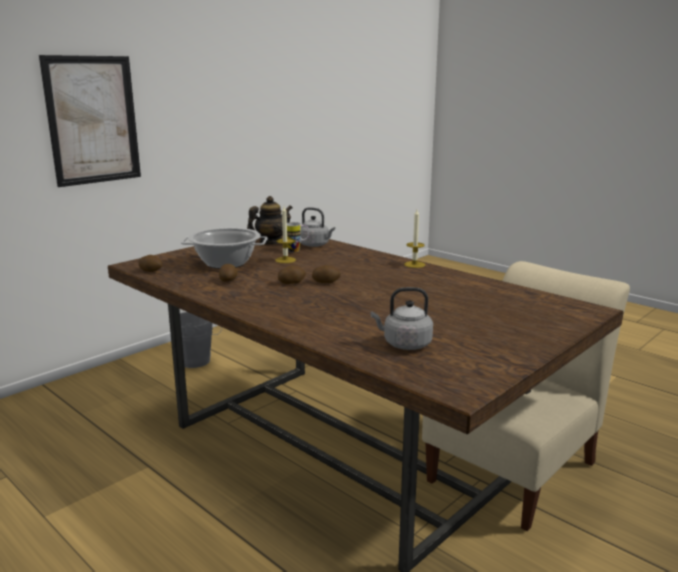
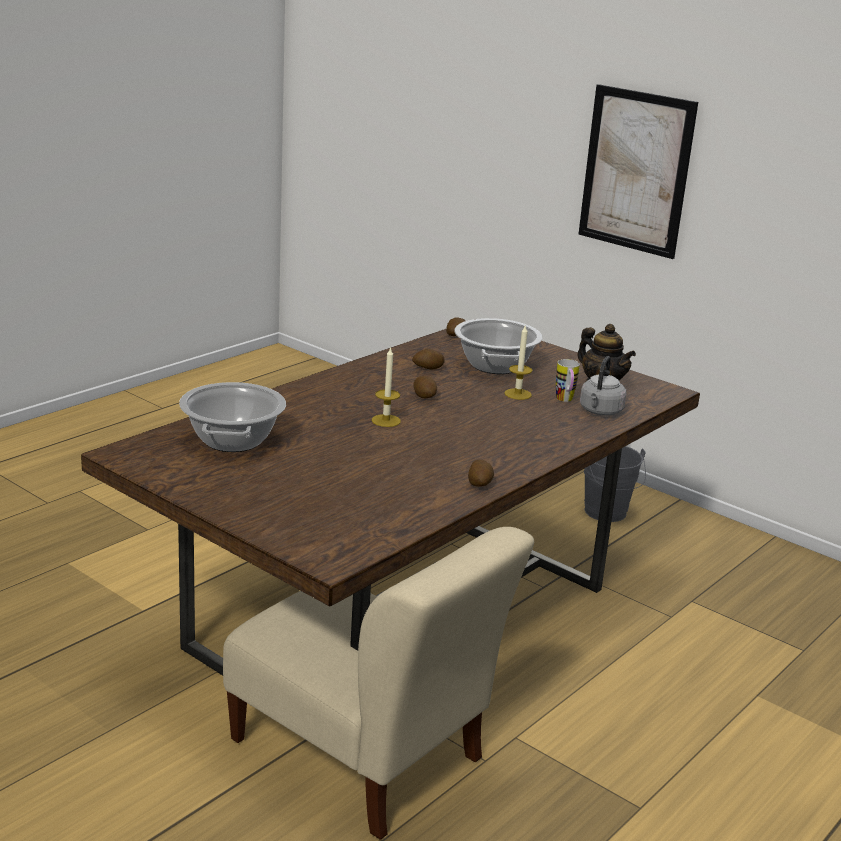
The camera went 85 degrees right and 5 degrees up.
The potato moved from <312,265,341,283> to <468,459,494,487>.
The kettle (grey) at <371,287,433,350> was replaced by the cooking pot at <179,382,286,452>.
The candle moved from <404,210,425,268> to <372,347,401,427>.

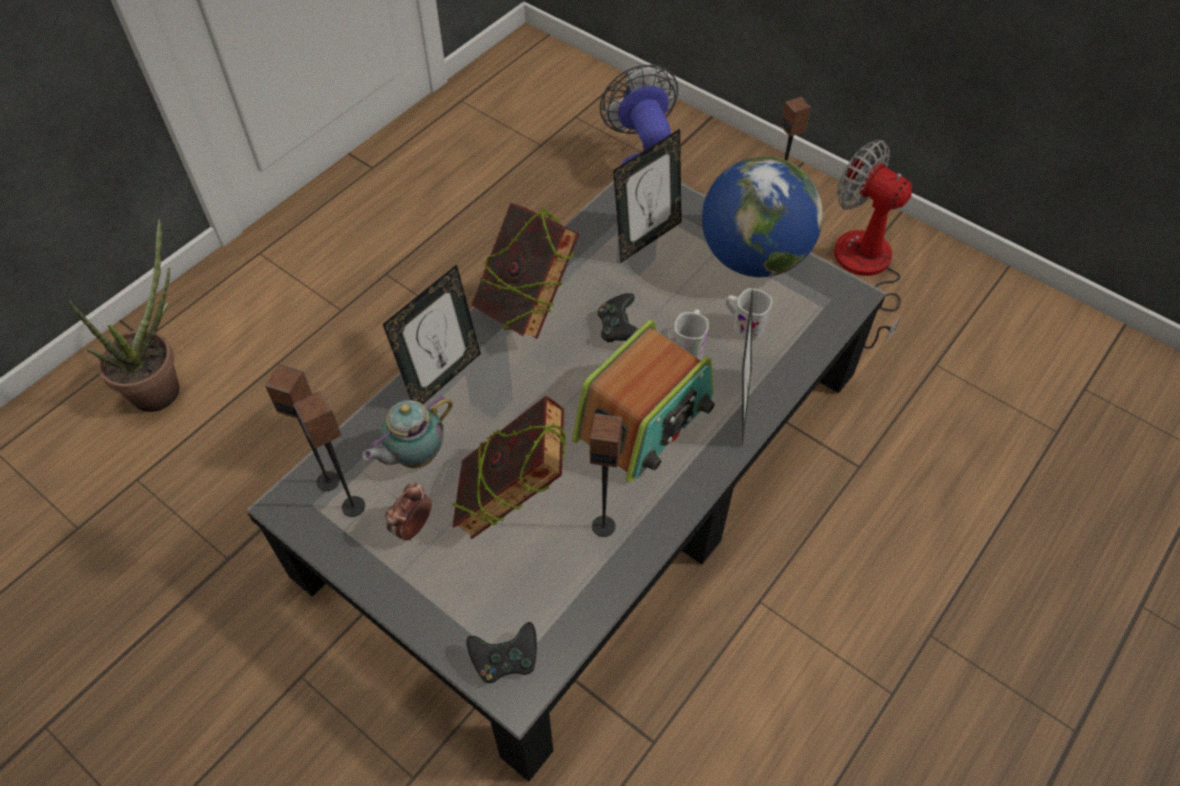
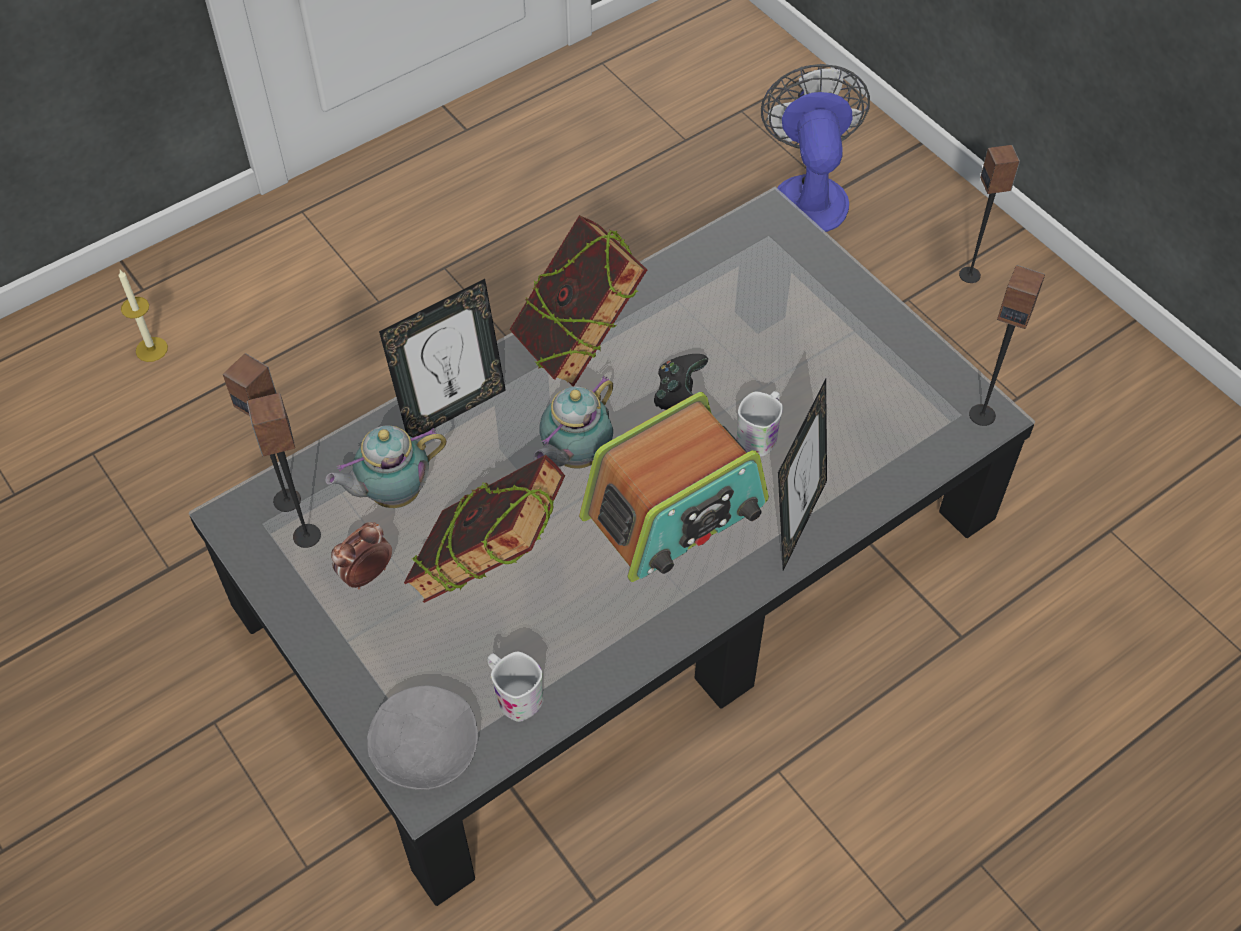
The camera went 15 degrees right and 0 degrees up.
The potted plant at <69,219,180,412> was replaced by the candle at <119,270,168,362>.
The game controller (black) at <466,622,537,683> was replaced by the bowl (grey) at <367,685,478,790>.
The speaker moved from <590,414,622,537> to <969,265,1045,426>.
The picture frame at <613,129,682,263> disappeared.
The globe at <702,156,823,277> disappeared.
The mug (white) moved from <726,288,772,339> to <487,652,544,722>.
The fan at <834,140,912,349> disappeared.
The teapot at <533,376,613,469> appeared.

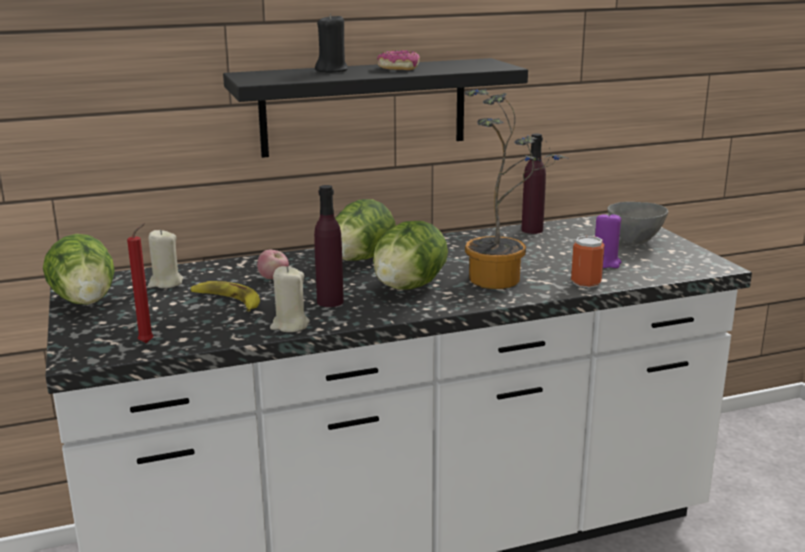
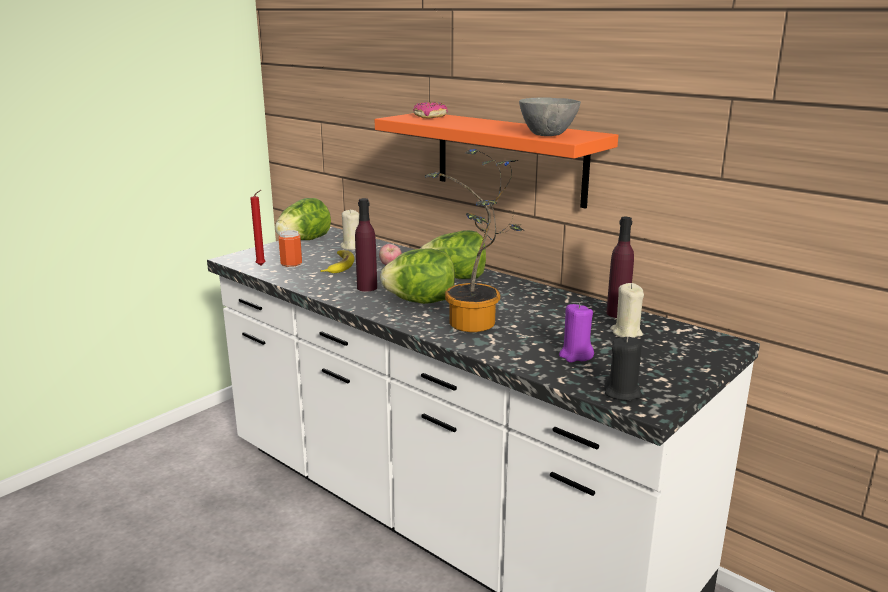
The camera went 60 degrees right and 0 degrees up.
The shelf (black) at <223,58,528,158> became the shelf (orange) at <374,113,618,209>.
The candle (beige) moved from <270,266,310,332> to <610,283,644,338>.
The candle (black) moved from <315,13,348,72> to <604,336,642,401>.
The donut moved from <377,50,420,70> to <413,102,448,119>.
The can moved from <571,236,604,288> to <279,230,302,268>.
The bowl (grey) moved from <608,202,668,244> to <519,97,581,136>.

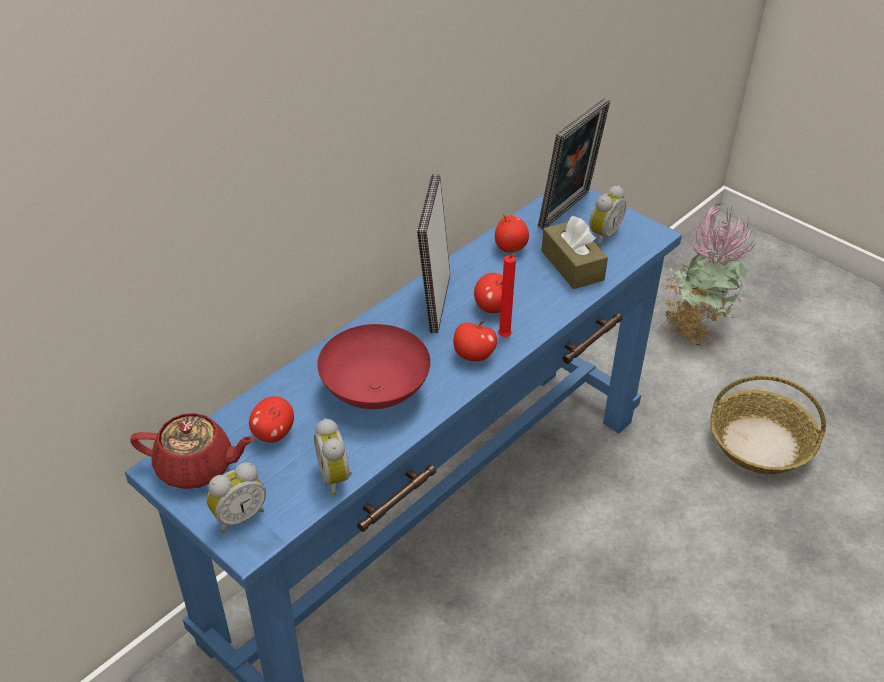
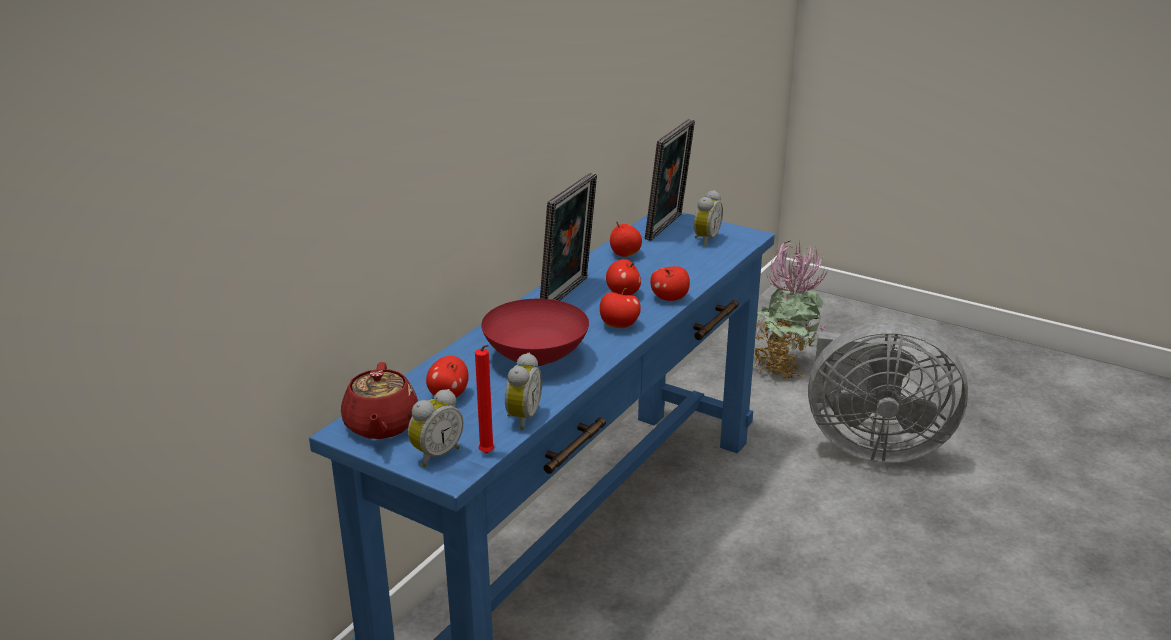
The camera went 10 degrees left and 15 degrees down.
The teapot (red) at <130,413,256,489> turned 90 degrees clockwise.
The alarm clock at <314,418,352,496> turned 135 degrees counterclockwise.
The picture frame at <417,174,450,333> turned 150 degrees counterclockwise.
The candle (red) moved from <498,254,517,337> to <475,345,495,453>.
The tissue box (brown) at <541,216,608,289> disappeared.
The basket at <710,375,826,474> was replaced by the fan (grey) at <808,321,968,463>.
The apple at <650,266,690,301> appeared.

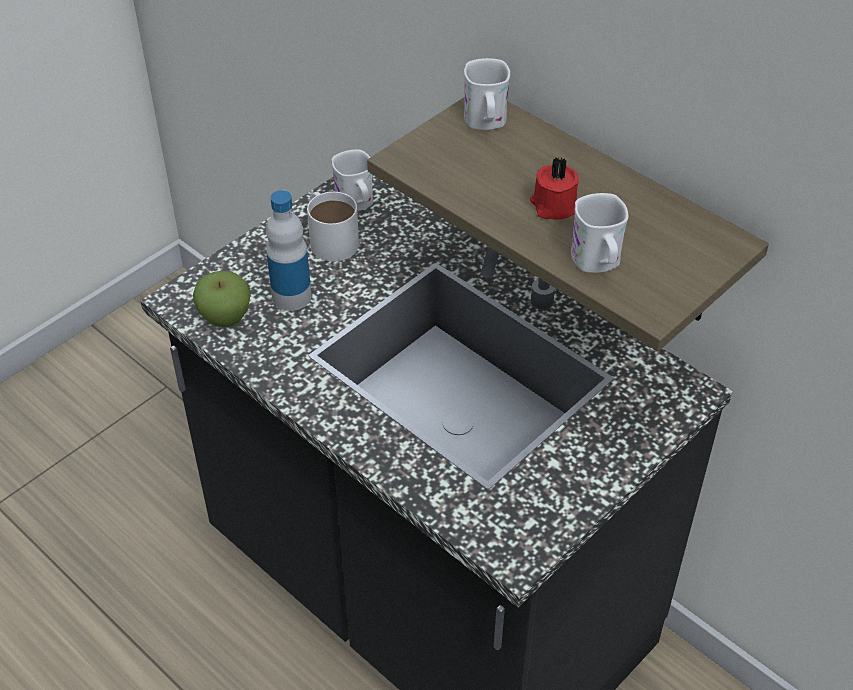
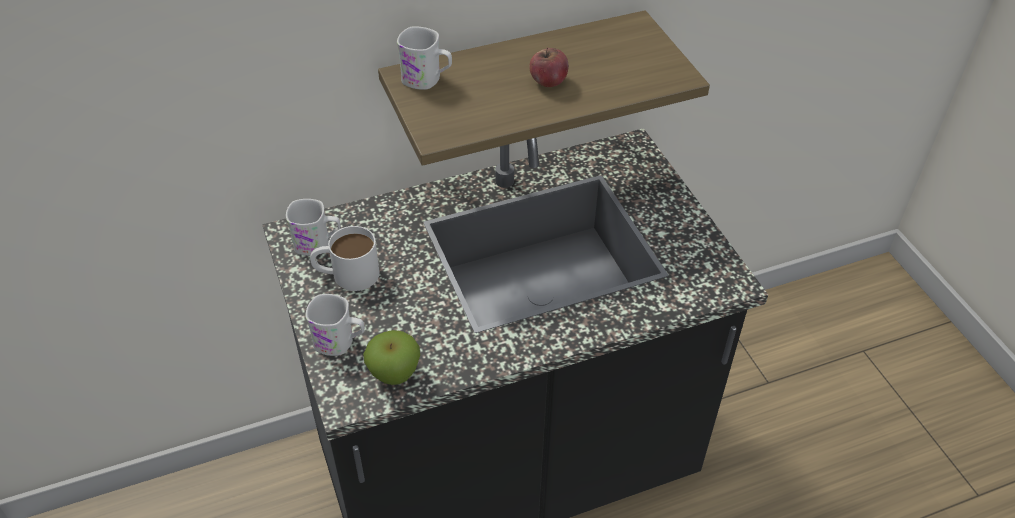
The camera went 65 degrees left and 0 degrees up.
The bottle at <266,190,311,311> disappeared.
The candle (red) at <530,157,579,220> was replaced by the apple at <529,47,569,87>.
The mug (white) moved from <571,193,628,273> to <305,294,365,356>.

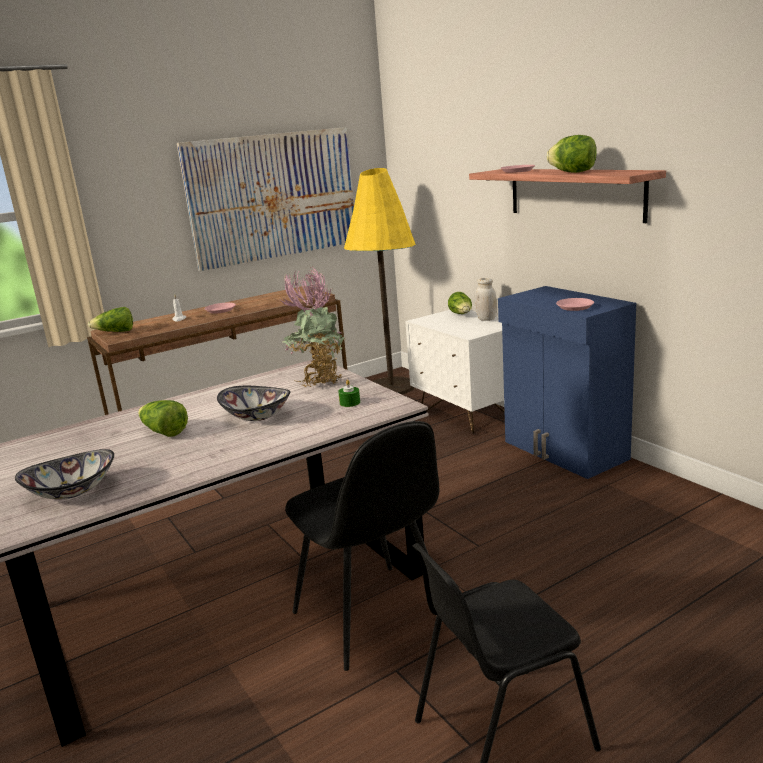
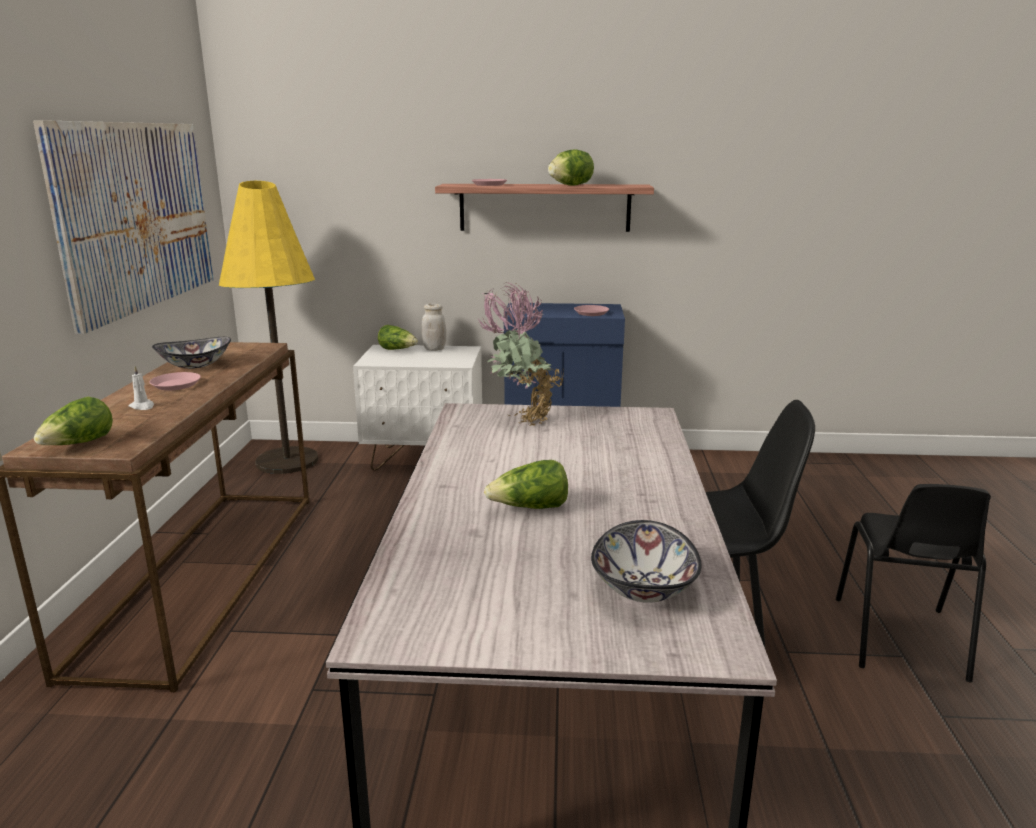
The camera went 55 degrees left and 0 degrees up.
The bowl moved from <217,386,290,421> to <152,337,231,369>.
The candle (green) at <338,380,360,407> disappeared.

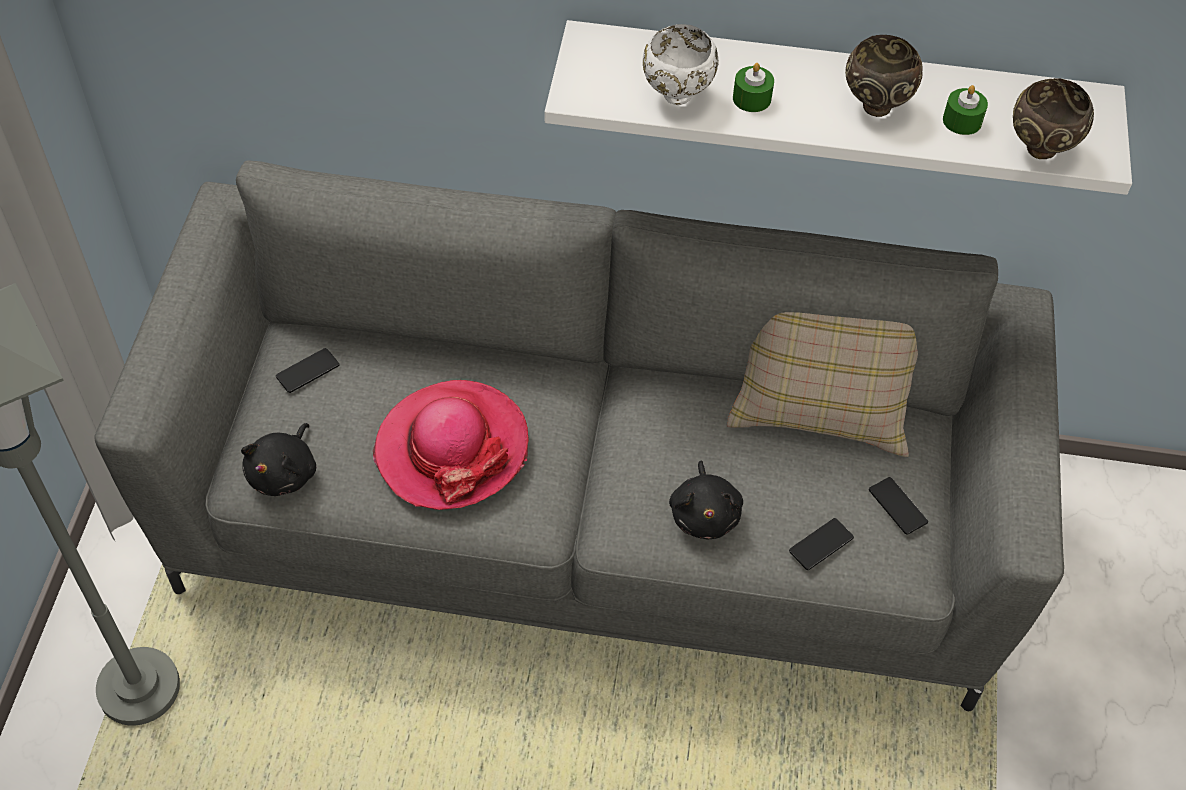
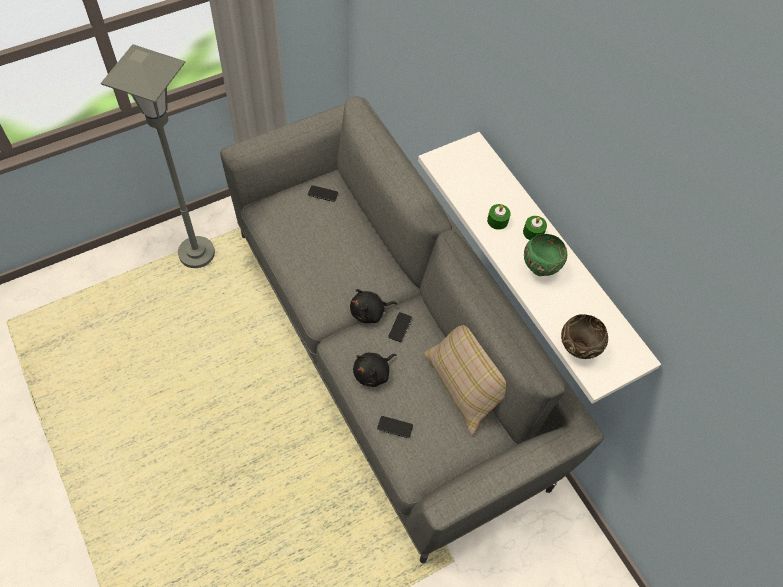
The camera went 50 degrees right and 5 degrees up.
The plush toy (black) moved from <241,423,316,496> to <350,289,397,323>.
The hat at <373,380,529,510> disappeared.
The bowl (white) at <642,24,719,105> disappeared.
The bowl (brown) at <845,35,923,117> became the bowl (green) at <524,234,567,276>.
The phone moved from <869,477,928,535> to <388,312,412,342>.
The candle (green) moved from <943,85,988,135> to <523,216,547,240>.

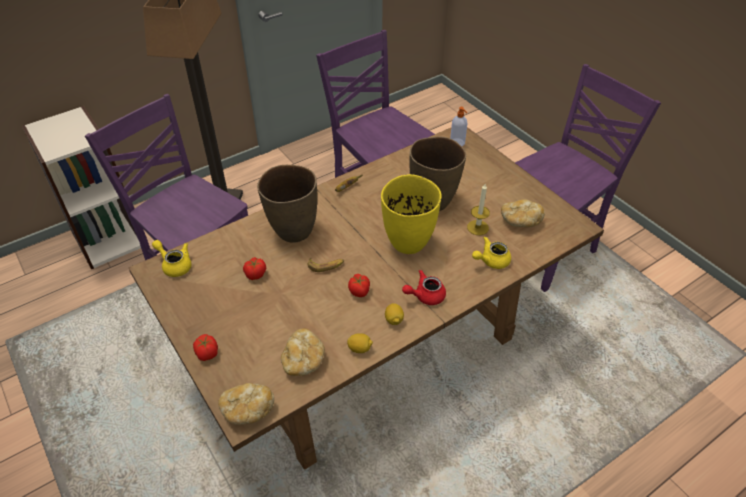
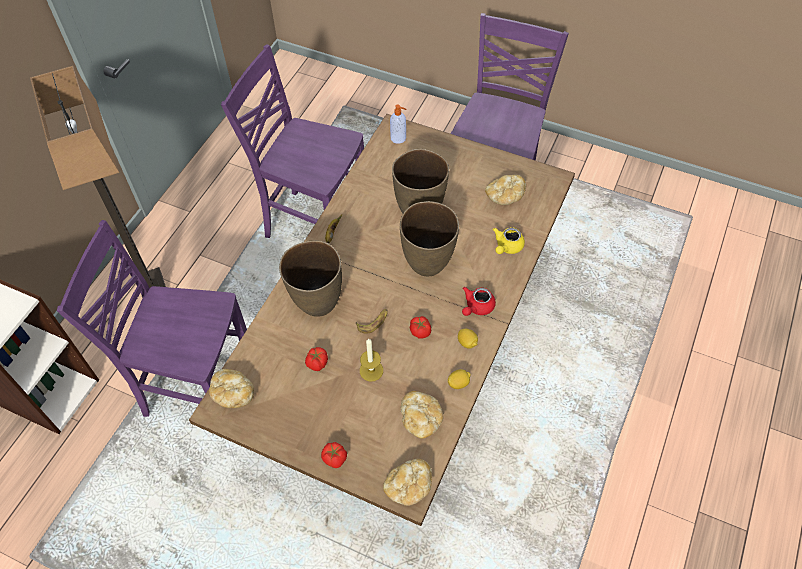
The camera went 30 degrees left and 10 degrees up.
The teapot (yellow) at <152,240,191,277> was replaced by the bread at <209,369,254,408>.
The vase (yellow) at <381,174,442,254> became the vase (brown) at <400,201,459,277>.
The candle moved from <467,184,490,235> to <360,338,383,381>.

